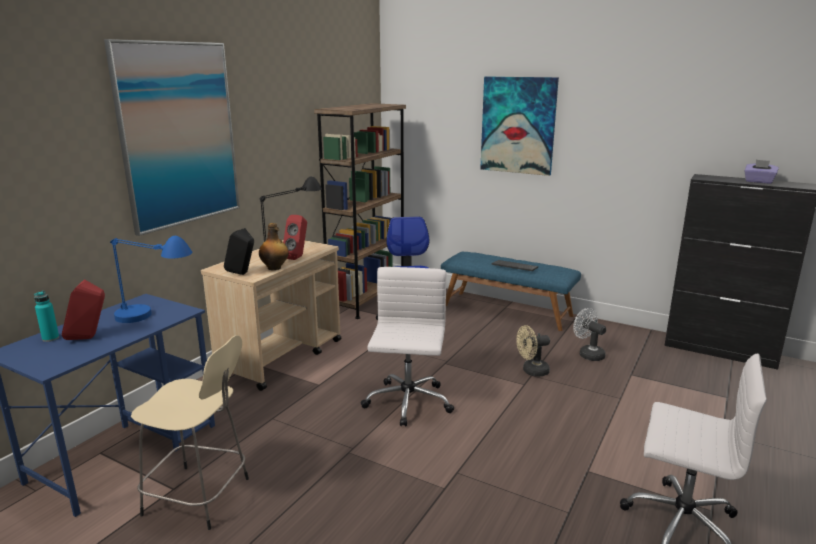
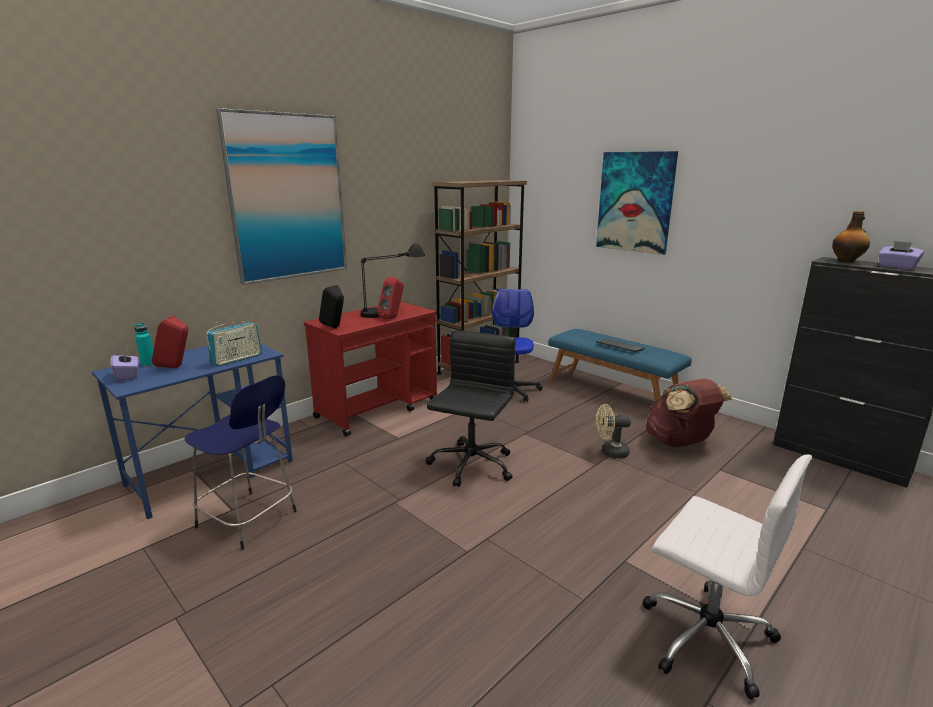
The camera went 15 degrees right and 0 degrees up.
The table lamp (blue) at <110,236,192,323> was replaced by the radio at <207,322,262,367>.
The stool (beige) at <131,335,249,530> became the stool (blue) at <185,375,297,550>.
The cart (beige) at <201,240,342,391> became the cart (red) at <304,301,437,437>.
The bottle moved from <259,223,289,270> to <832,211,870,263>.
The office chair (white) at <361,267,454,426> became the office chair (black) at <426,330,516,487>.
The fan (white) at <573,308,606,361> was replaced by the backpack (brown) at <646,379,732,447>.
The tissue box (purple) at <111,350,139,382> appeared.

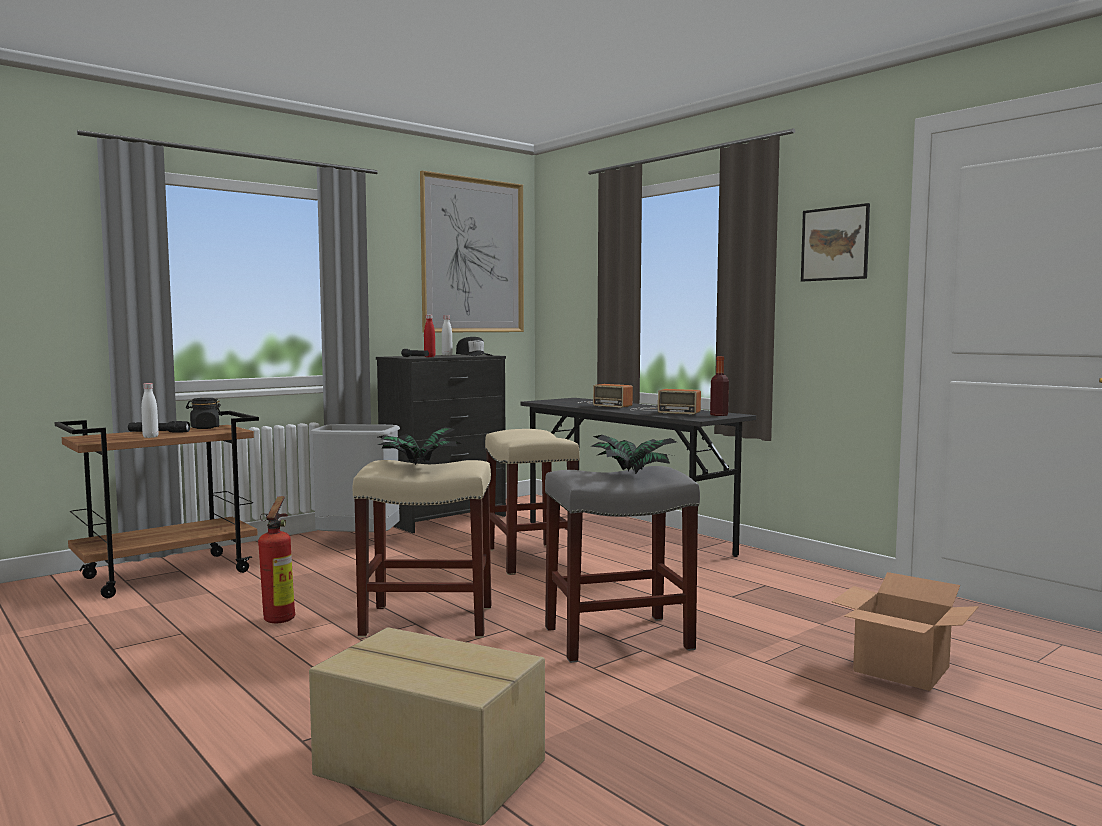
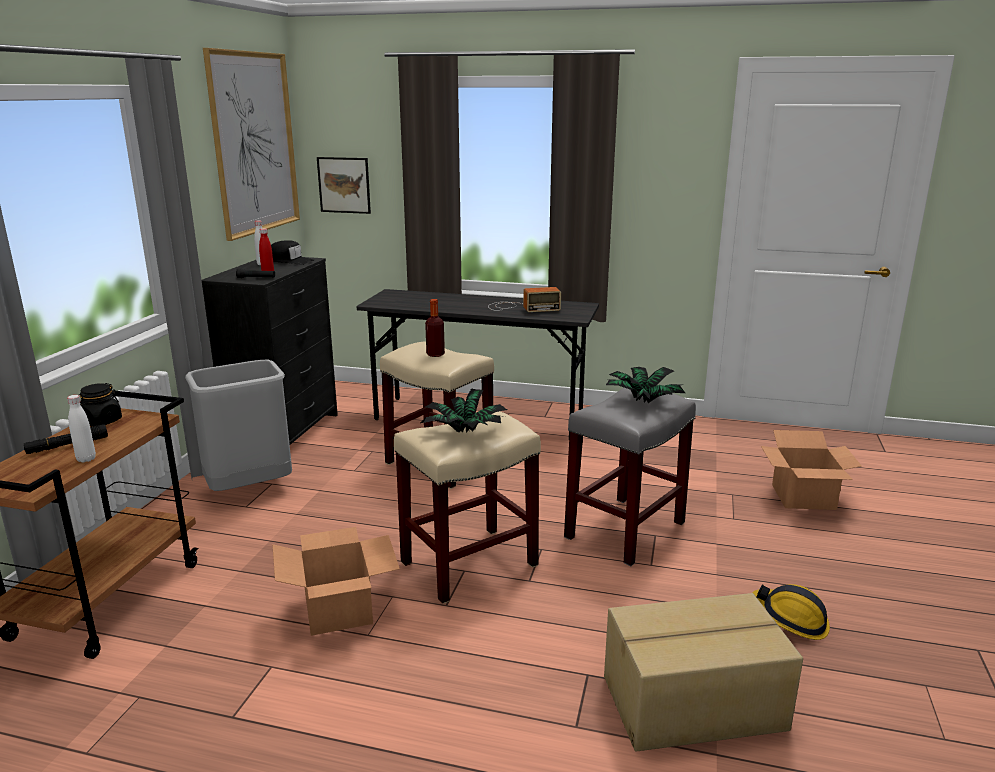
The camera went 35 degrees left and 15 degrees up.
The fire extinguisher at <258,496,295,623> was replaced by the cardboard box at <272,527,400,636>.
The radio at <578,384,633,408> disappeared.
The bottle moved from <710,356,729,416> to <425,299,445,357>.
The picture moved from <801,203,870,282> to <317,157,371,214>.
The hard hat at <752,584,830,640> appeared.

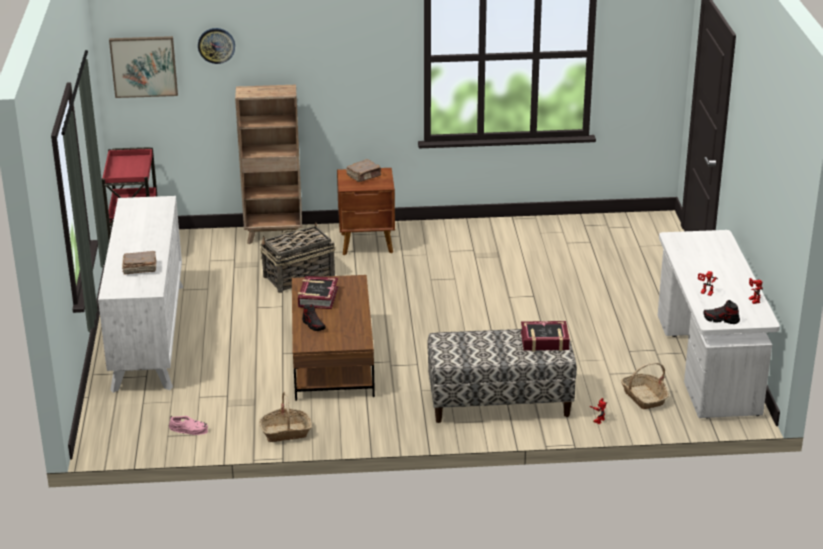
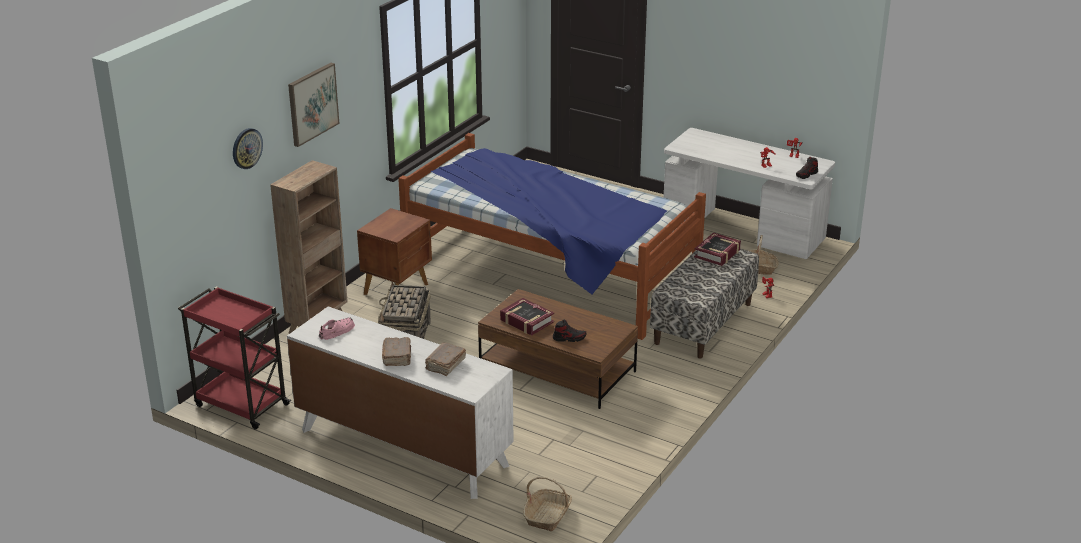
The camera went 55 degrees left and 0 degrees up.
The picture moved from <109,36,178,98> to <288,63,340,147>.
The shoe (pink) moved from <169,416,208,435> to <319,318,355,340>.
The basket moved from <259,392,312,442> to <523,476,572,531>.
The book (brown) moved from <347,159,381,182> to <382,337,411,366>.
The bed at <398,133,706,340> appeared.

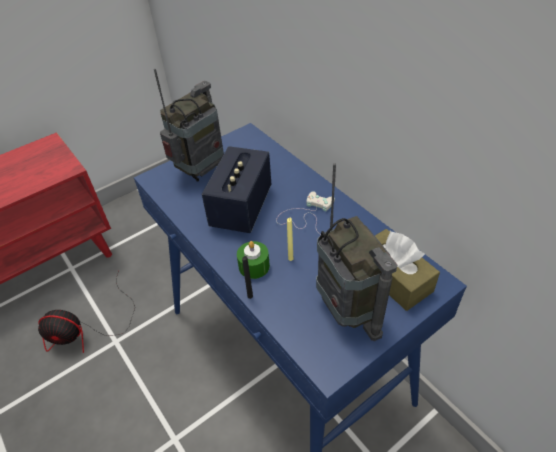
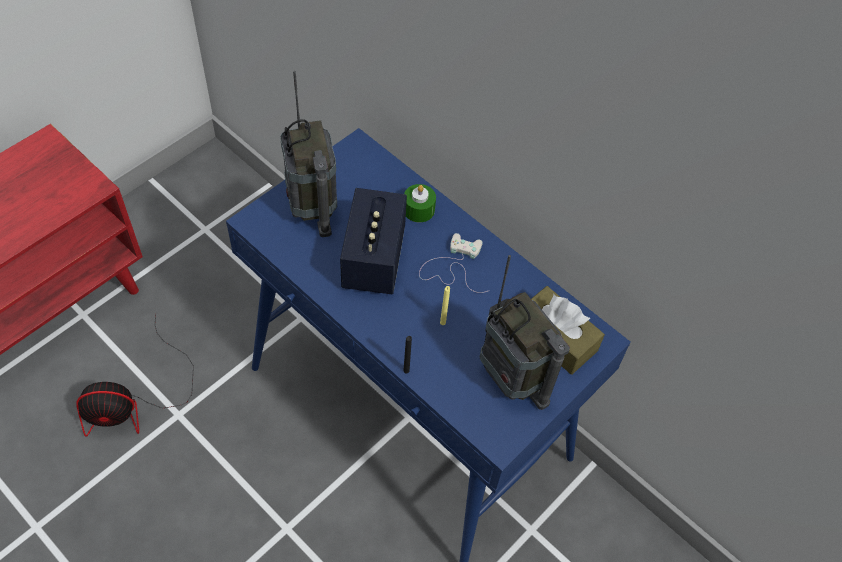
The camera went 15 degrees left and 10 degrees up.
The radio at <154,69,224,182> turned 135 degrees clockwise.
The candle (green) moved from <237,241,270,279> to <404,184,436,222>.

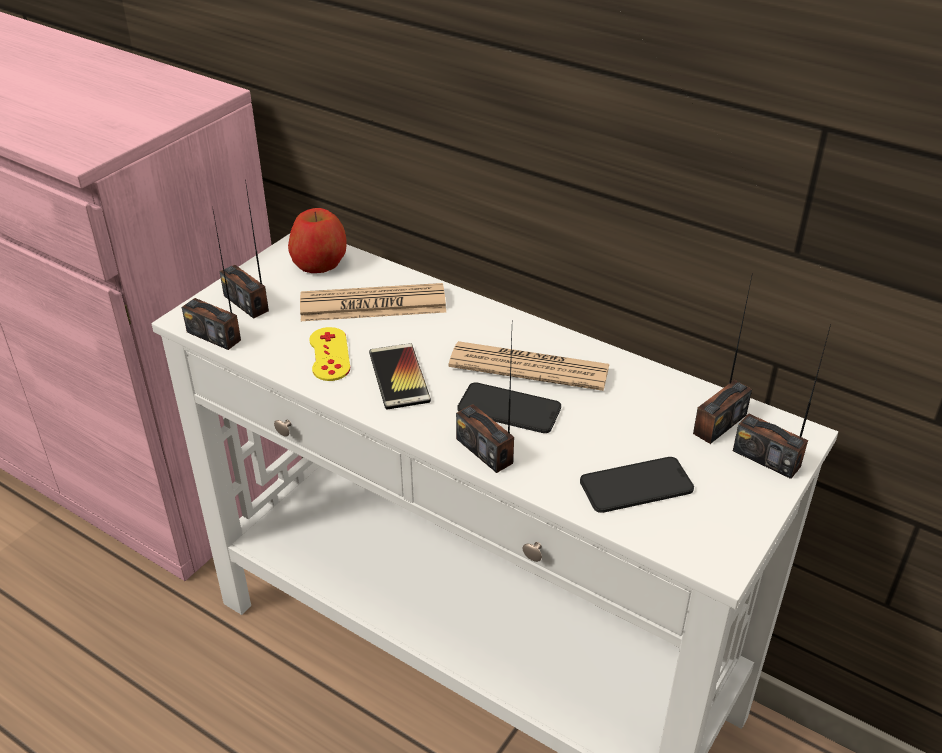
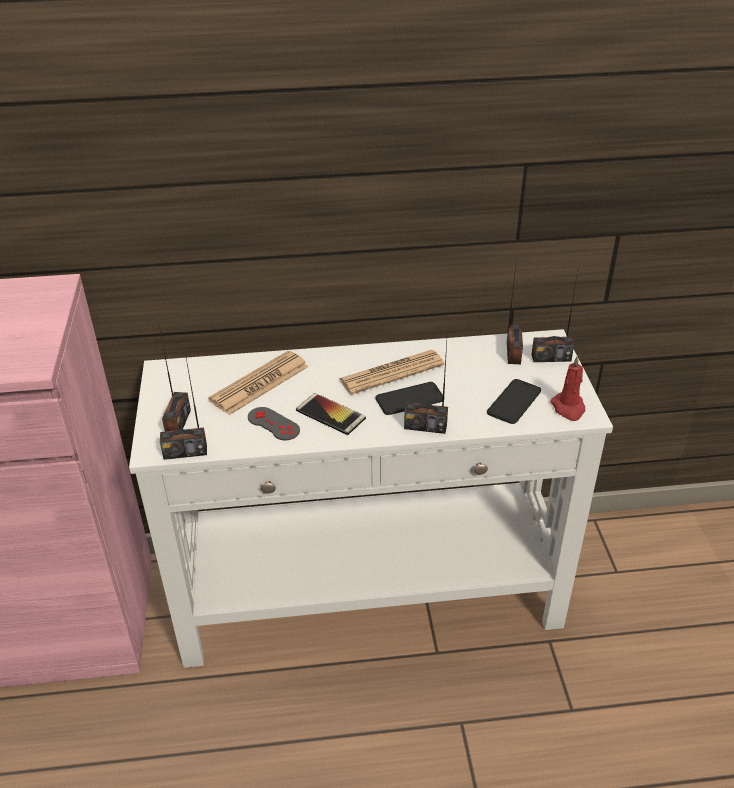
The camera went 40 degrees left and 0 degrees up.
The radio at <219,180,269,319> turned 90 degrees counterclockwise.
The apple at <288,208,347,273> disappeared.
The game controller (yellow) at <309,327,350,381> became the game controller (grey) at <248,407,300,440>.
The candle (red) at <550,355,585,421> appeared.

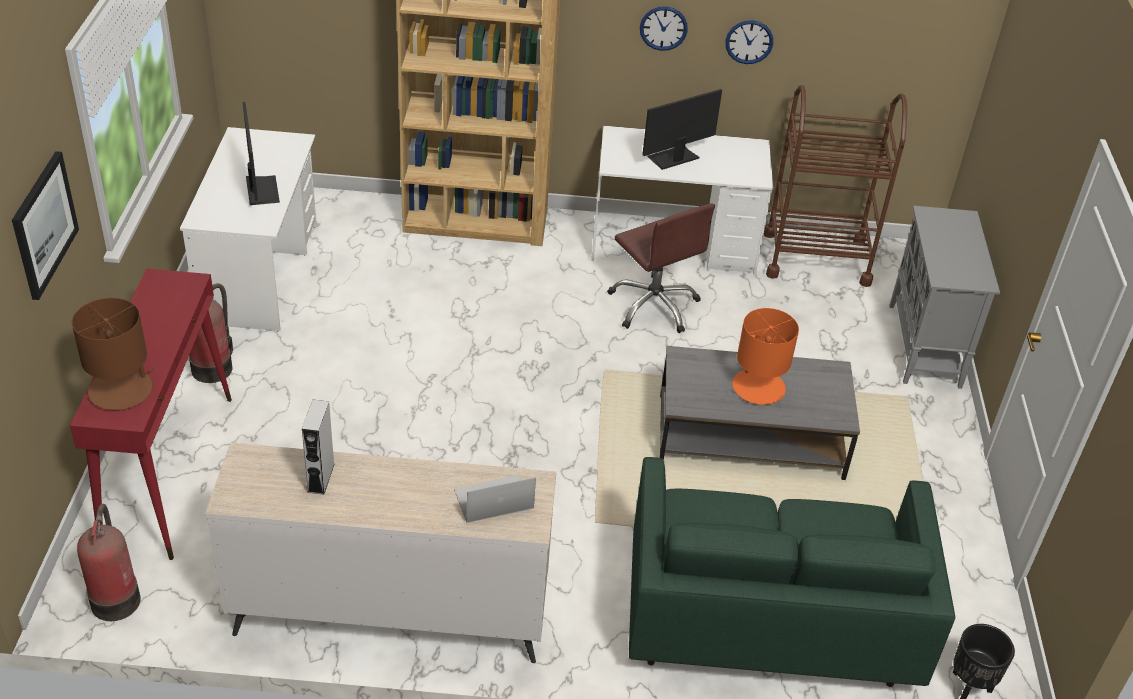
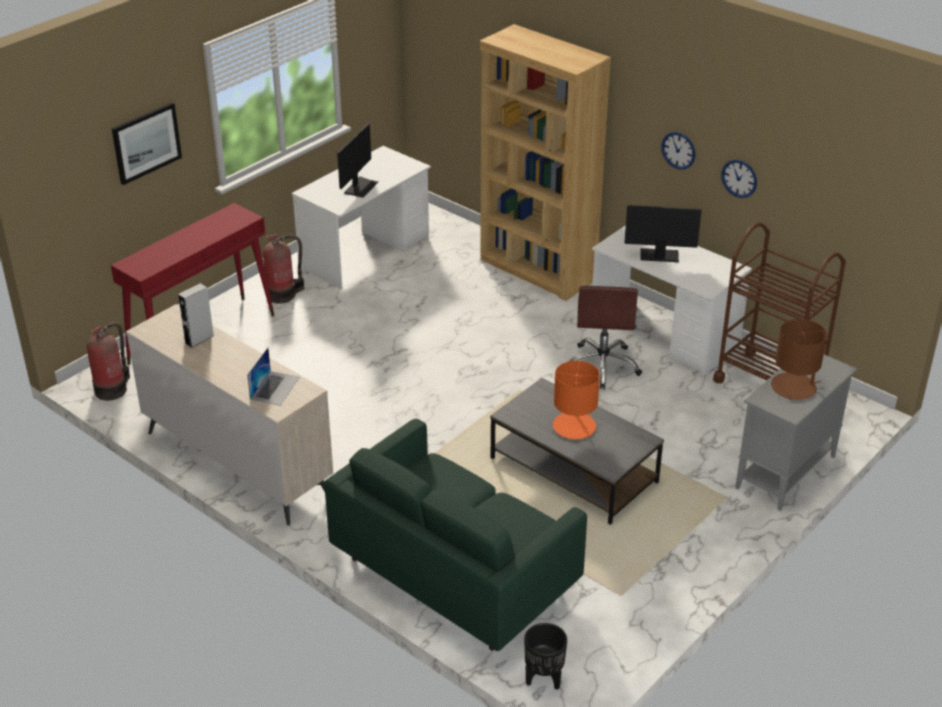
The camera went 40 degrees right and 5 degrees down.
The table lamp (brown) moved from <72,298,154,411> to <771,319,827,400>.
The laptop at <454,475,536,523> turned 90 degrees clockwise.

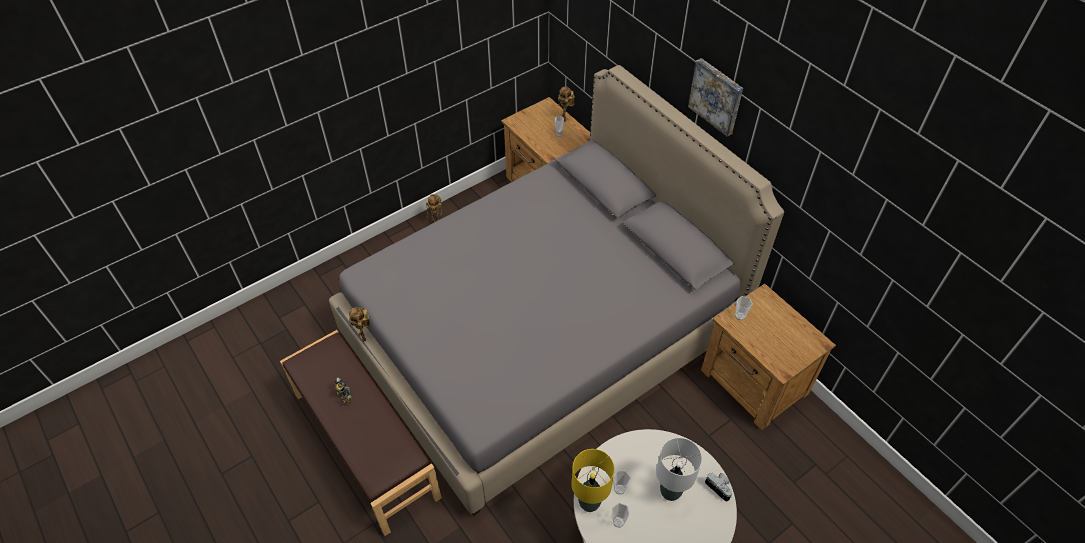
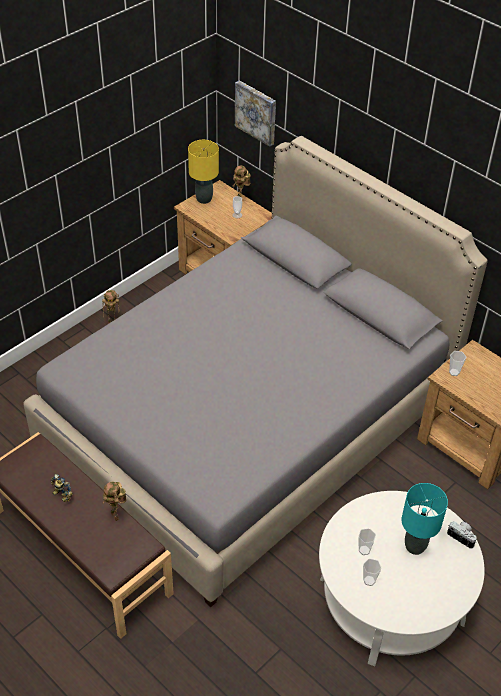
The camera went 10 degrees left and 5 degrees down.
The toy robot moved from <349,307,370,342> to <102,482,127,521>.
The table lamp (yellow) moved from <571,449,614,512> to <188,140,219,204>.
The table lamp (white) at <656,438,702,501> became the table lamp (turquoise) at <401,483,448,555>.
The picture moved from <688,58,743,137> to <235,80,276,147>.

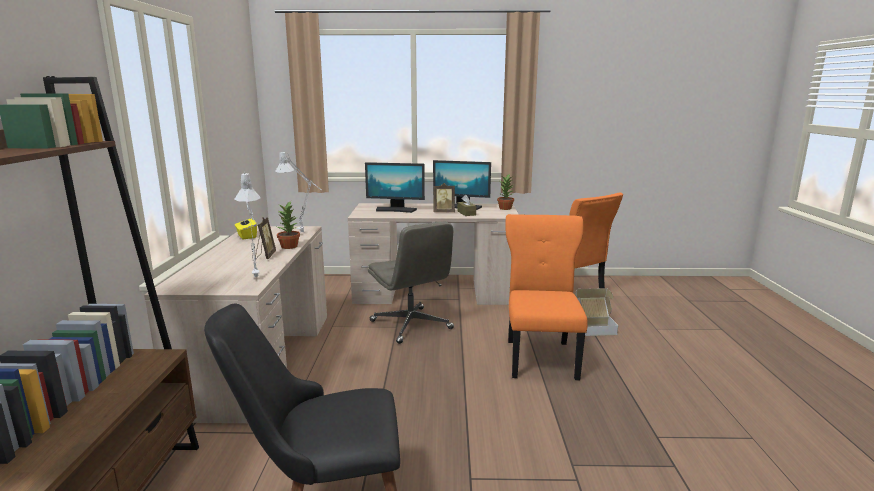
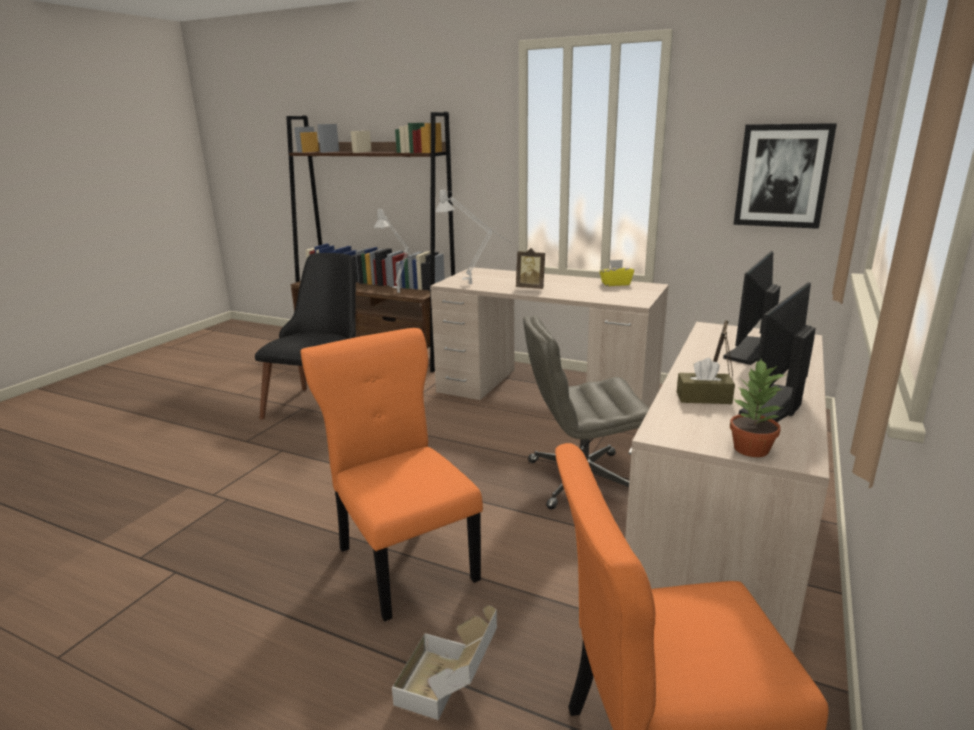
The camera went 115 degrees right and 5 degrees up.
The table lamp (grey) moved from <275,152,322,232> to <374,209,419,293>.
The potted plant at <277,201,300,249> disappeared.
The chair (orange) at <505,214,588,380> turned 150 degrees counterclockwise.
The picture at <733,123,837,229> appeared.

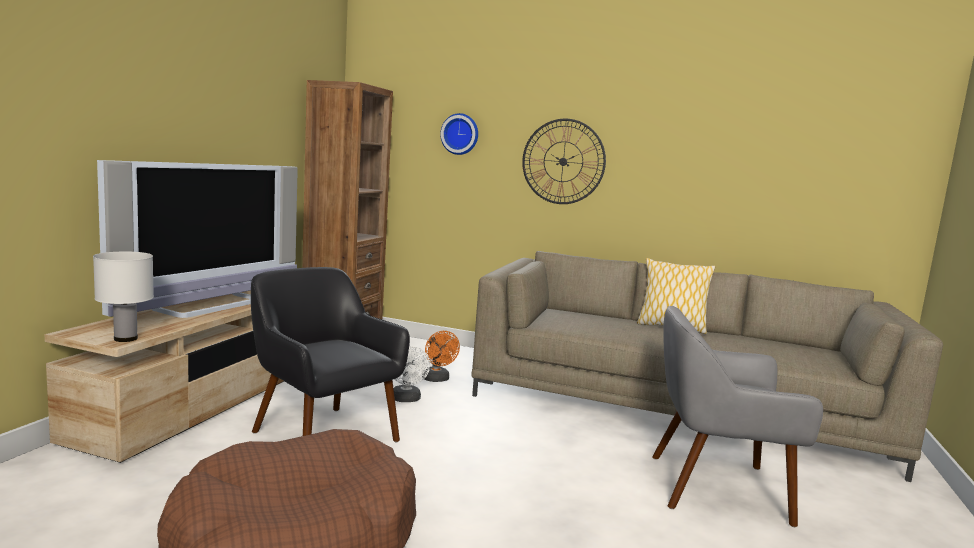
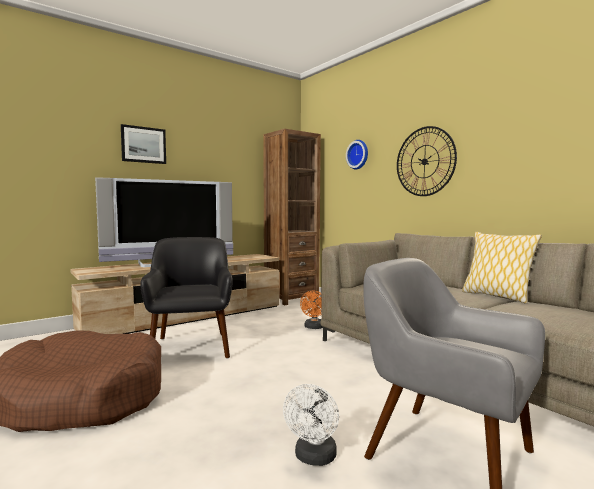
The camera went 35 degrees right and 5 degrees down.
The table lamp (white) at <93,252,154,342> disappeared.
The fan (white) moved from <393,346,430,402> to <283,384,339,466>.
The picture at <121,124,166,164> appeared.

